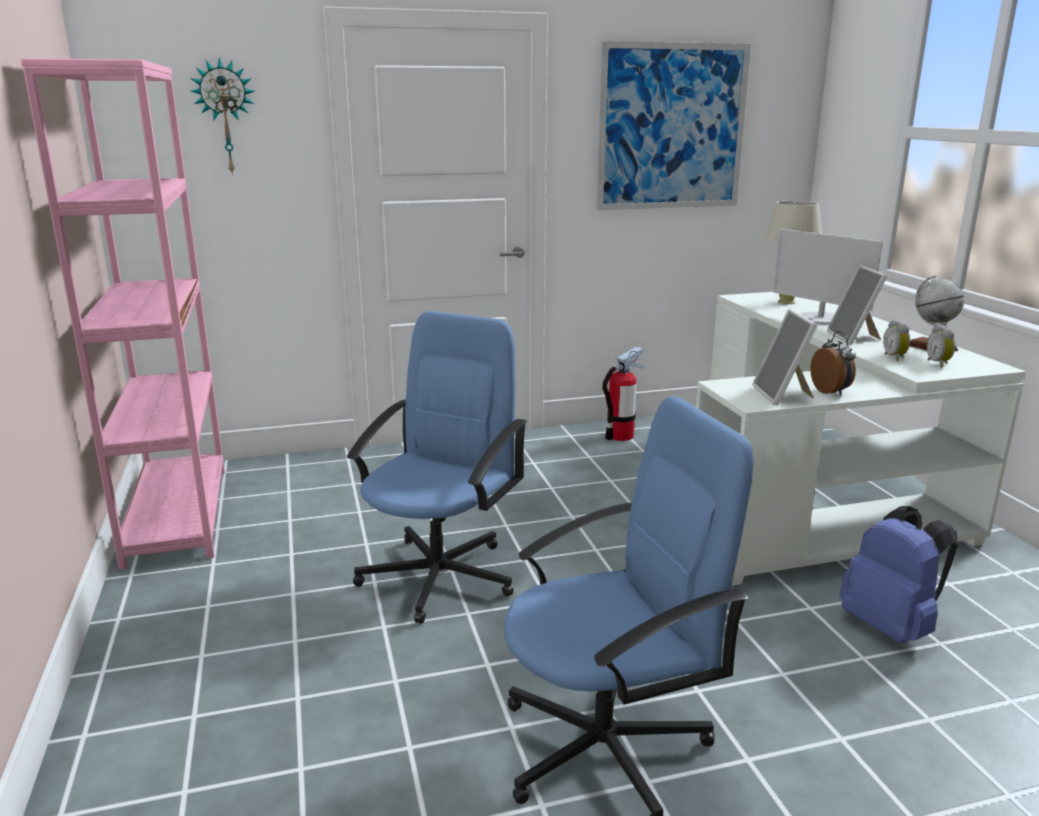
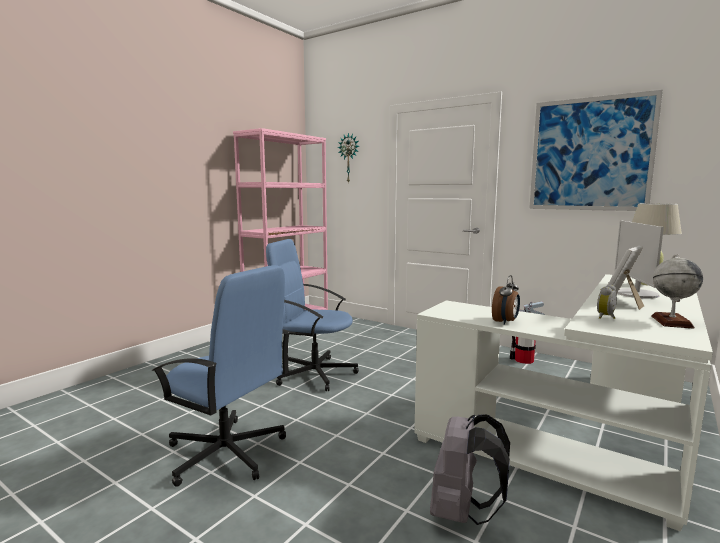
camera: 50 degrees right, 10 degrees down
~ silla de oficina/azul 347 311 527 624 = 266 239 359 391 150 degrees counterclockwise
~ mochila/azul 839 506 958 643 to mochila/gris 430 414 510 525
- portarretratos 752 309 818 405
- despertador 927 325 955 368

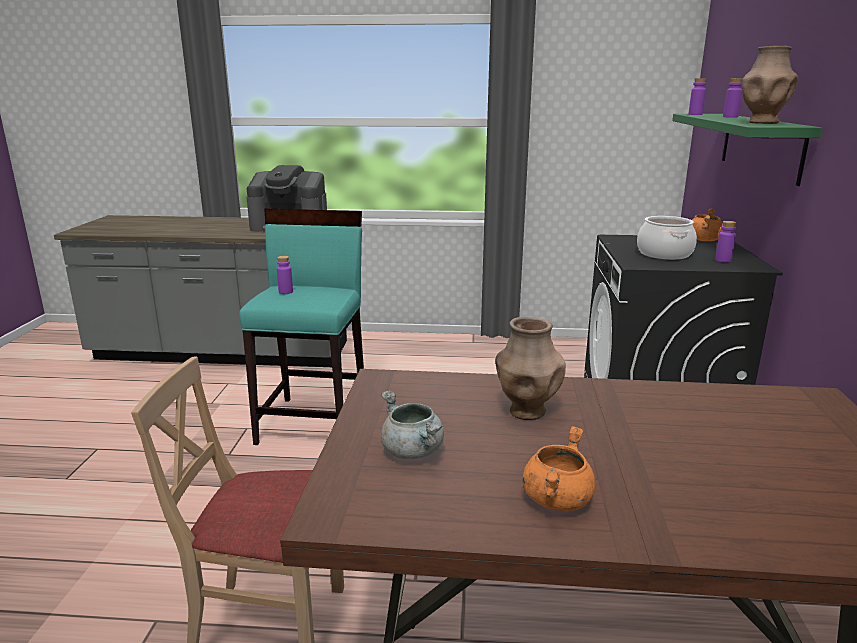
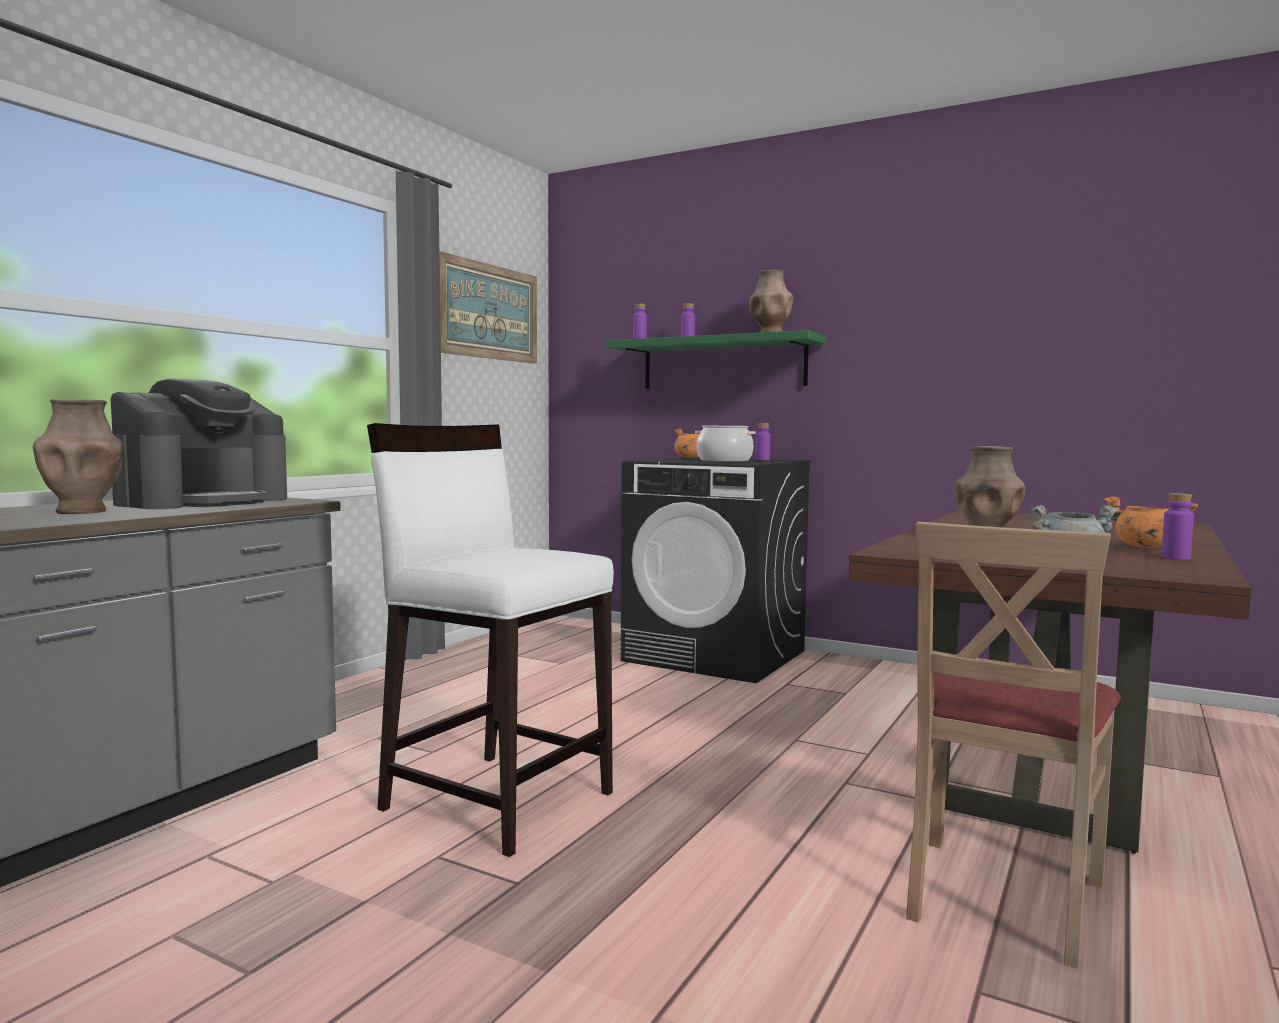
camera: 65 degrees left, 15 degrees down
+ florero/marrón 33 399 124 514
~ taburete/turquesa 239 208 364 445 to taburete/blanco 367 423 614 857
+ cuadro 439 251 537 364
~ botella/morado 277 256 293 294 to 1161 493 1194 560

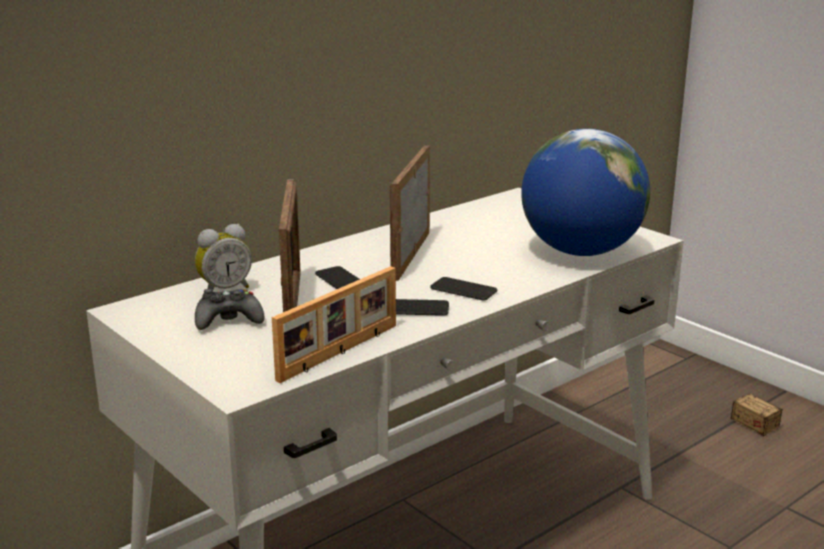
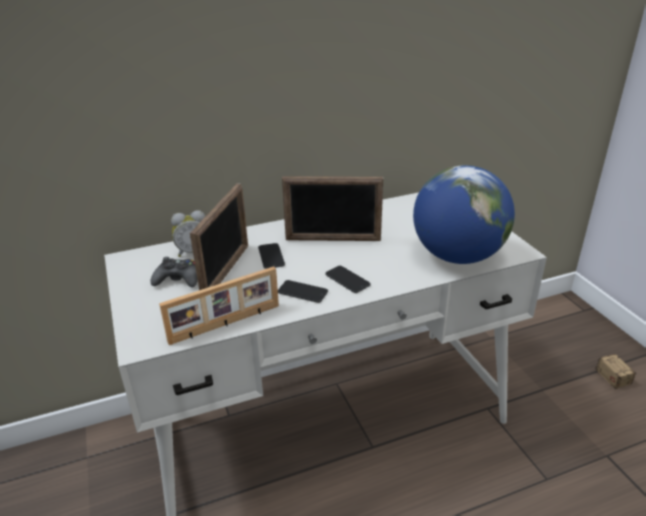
camera: 20 degrees right, 10 degrees up
~ portarretratos 390 145 430 281 = 282 176 383 241 120 degrees counterclockwise

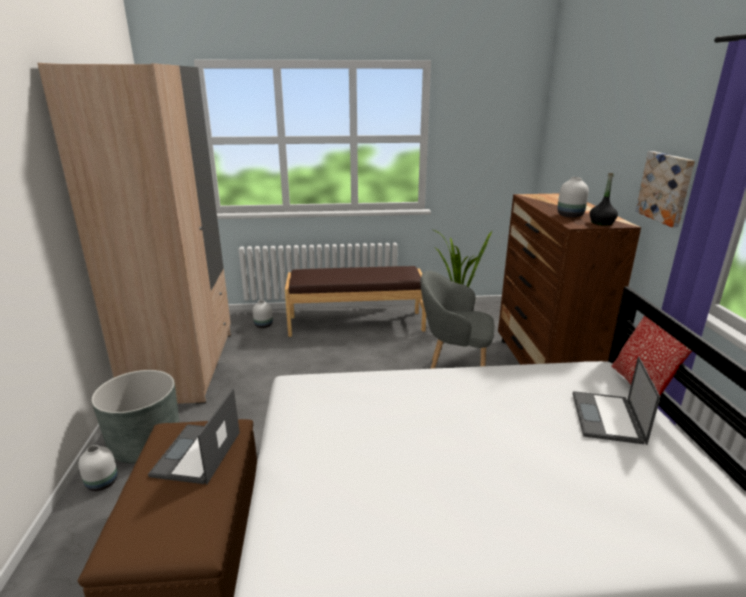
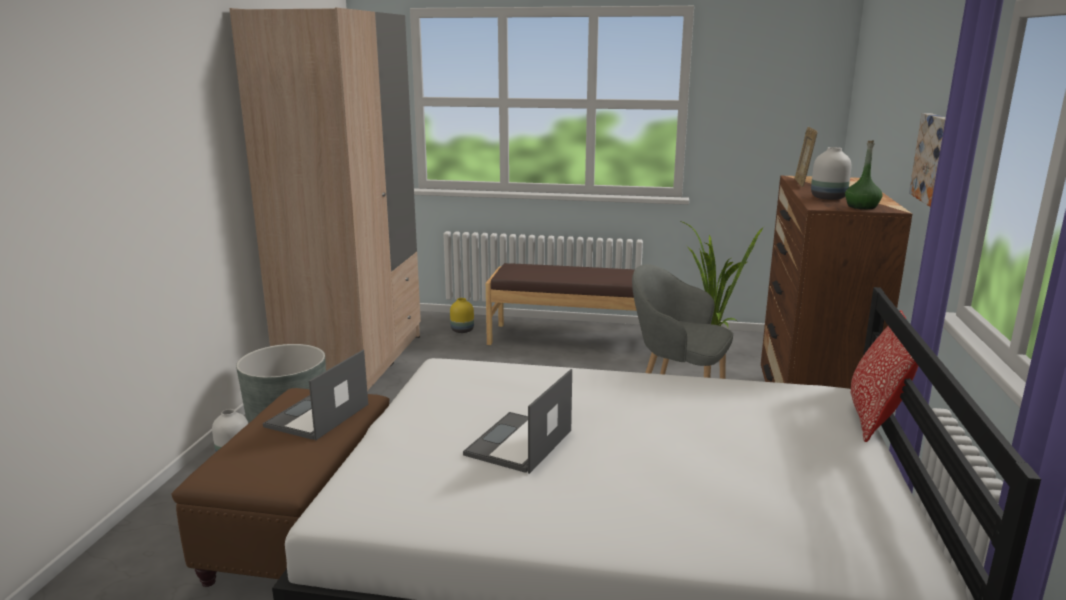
camera: 15 degrees right, 5 degrees down
~ florero/blanco 253 300 273 328 to florero/amarillo 450 298 474 333
~ portátil 573 356 660 445 to 463 369 572 474
+ portarretratos 795 127 818 187
~ botella/negro 590 173 618 226 to botella/verde 845 141 882 209

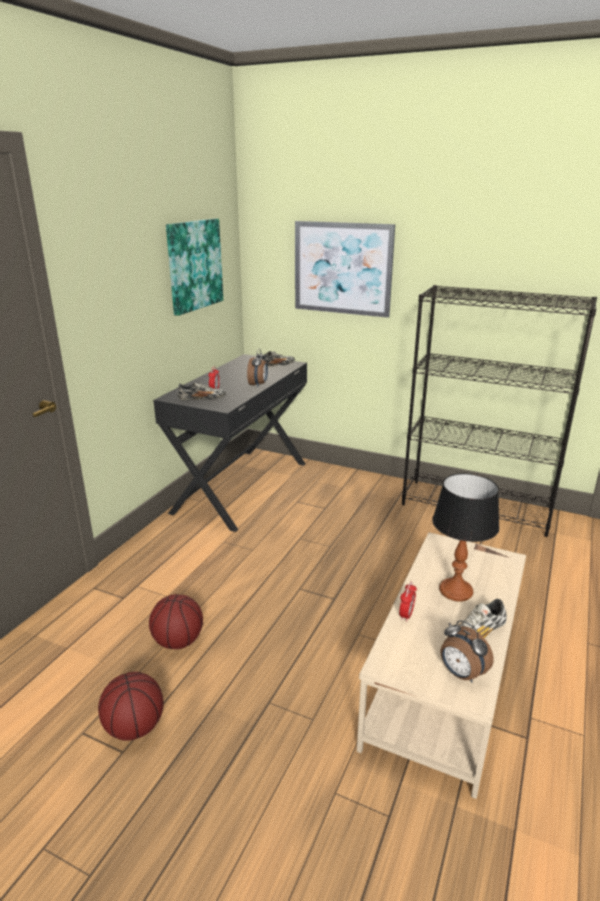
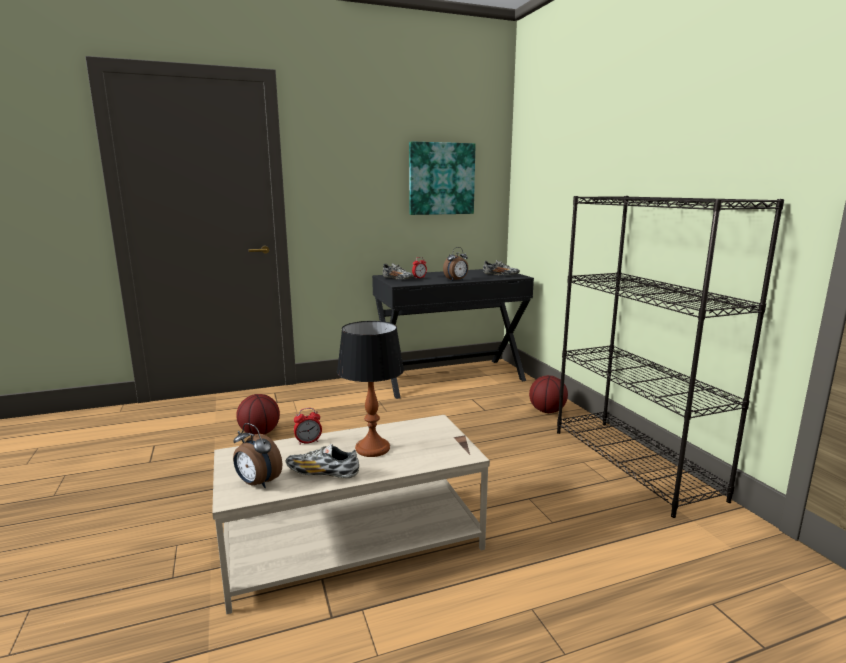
camera: 45 degrees right, 10 degrees down
~ despertador 441 620 494 683 = 233 423 282 488 60 degrees counterclockwise
~ balón de baloncesto 98 672 164 741 to 529 375 568 413
- cuadro 295 221 395 318

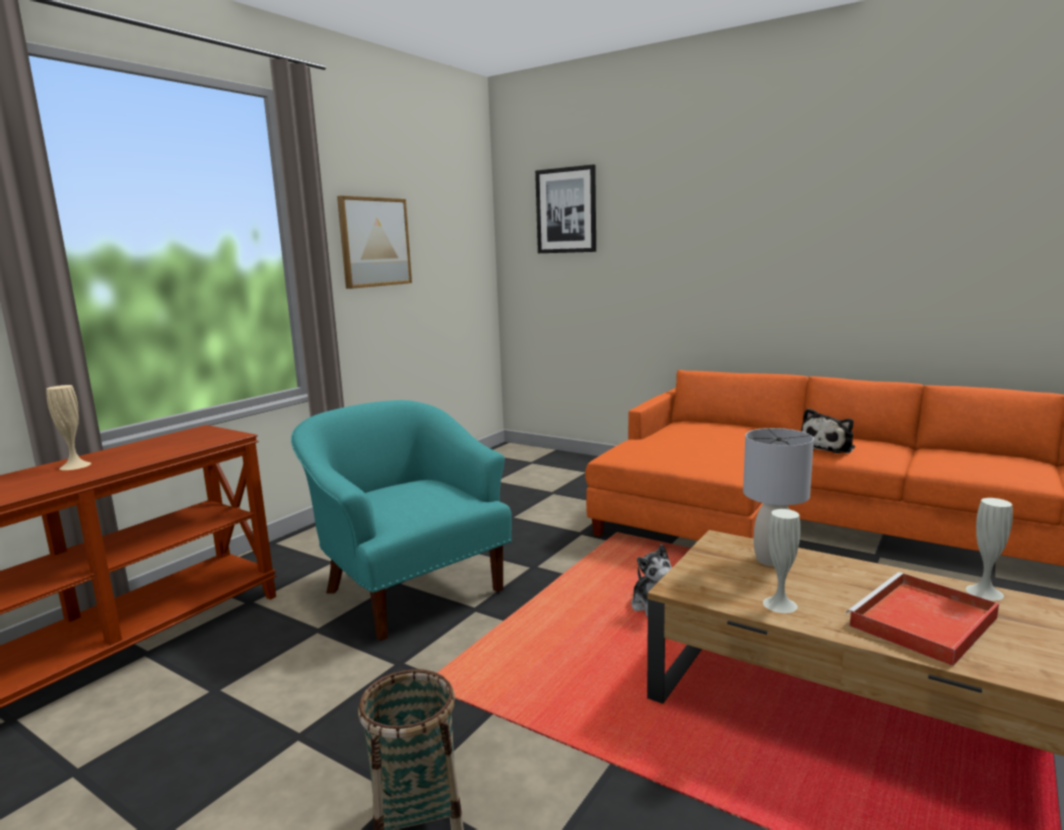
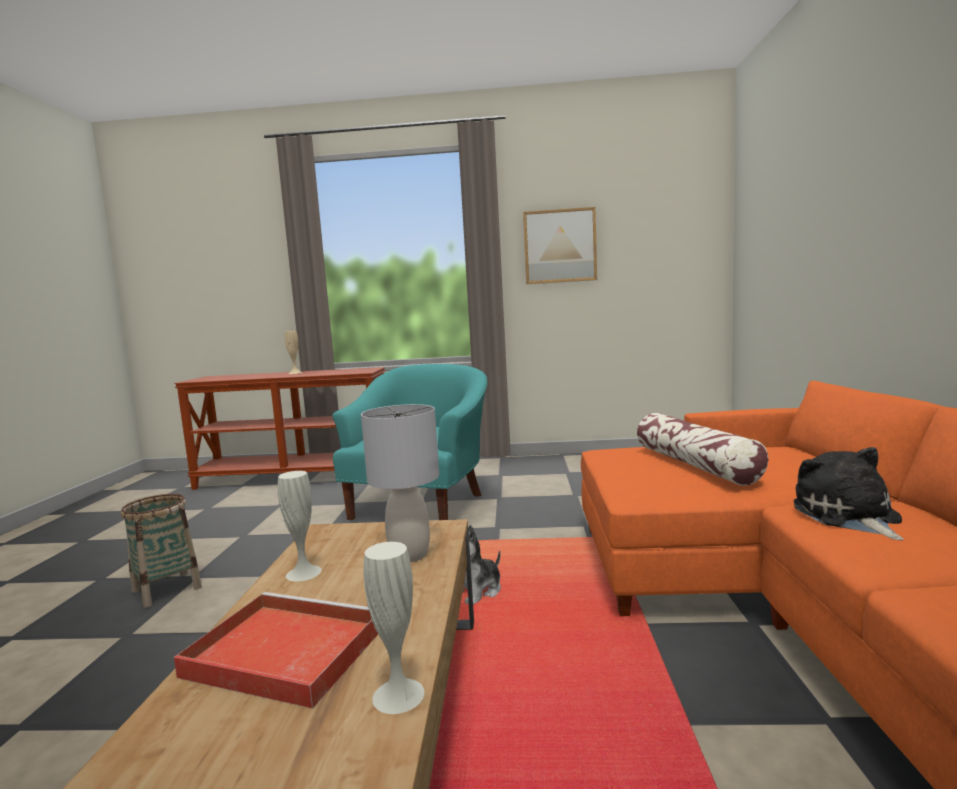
camera: 60 degrees right, 5 degrees down
+ cojín 637 413 768 486
~ peluche 801 408 855 453 = 794 447 904 540 75 degrees clockwise
- cuadro 535 164 596 253

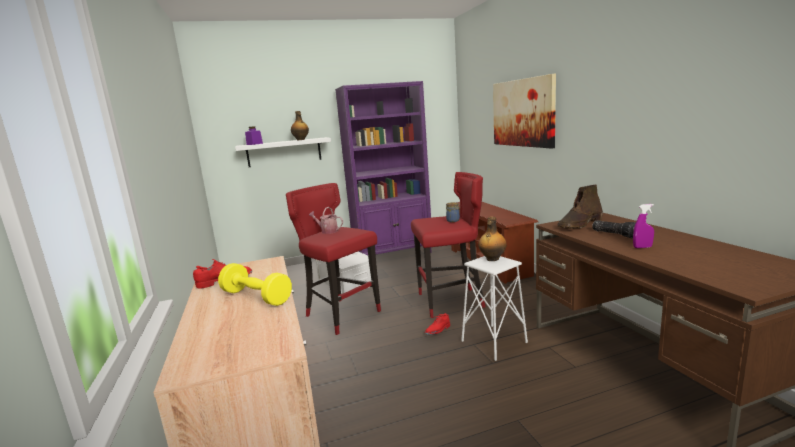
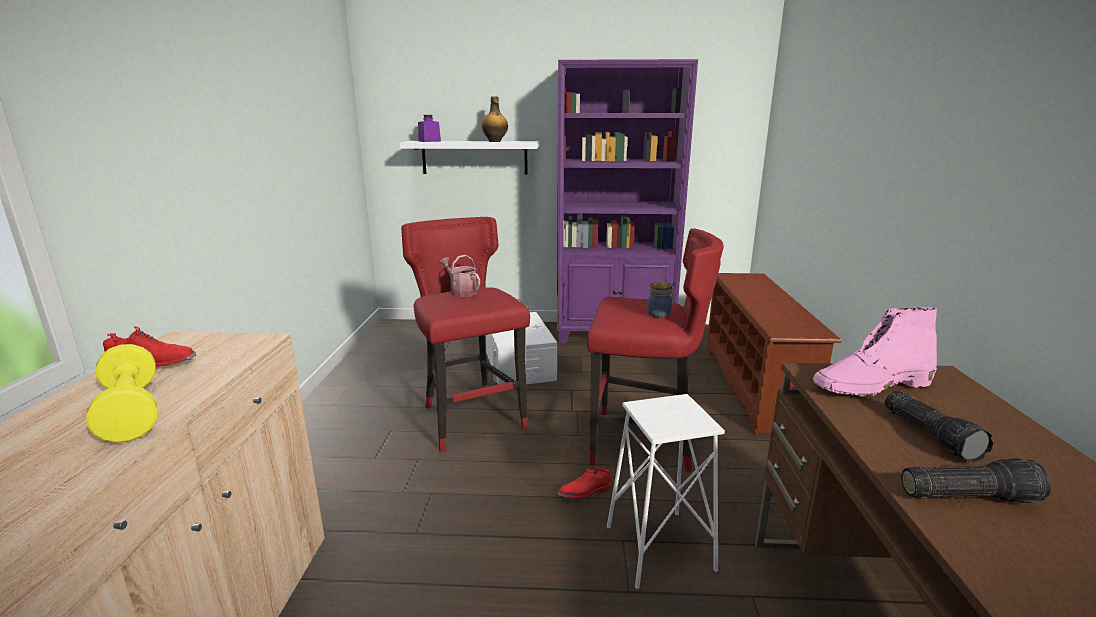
camera: 20 degrees right, 5 degrees up
~ bota/marrón 558 185 603 229 to bota/rosa 813 307 937 397
~ pulverizador/morado 633 204 654 248 to linterna 901 458 1052 503
- botella 479 217 507 261
- cuadro 493 74 556 149

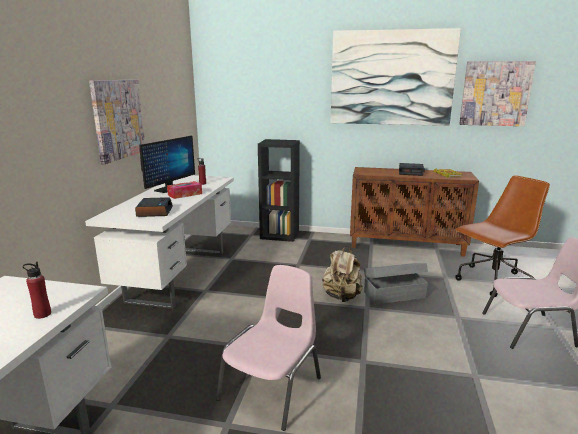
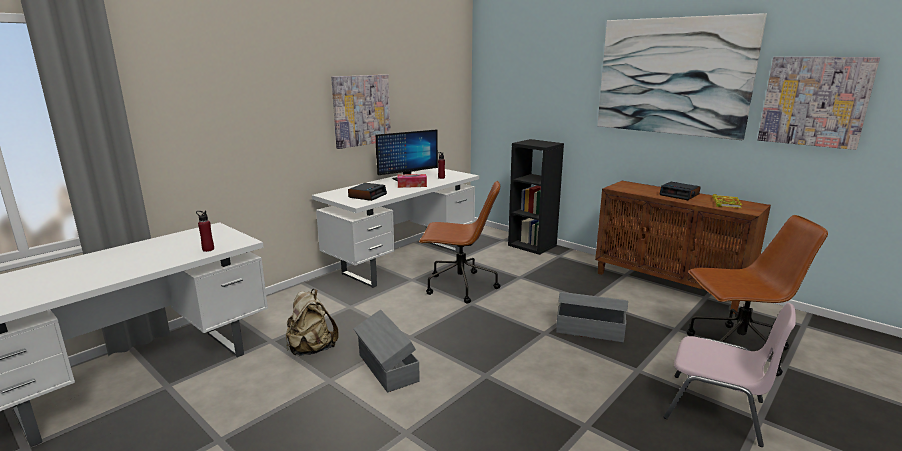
camera: 30 degrees right, 0 degrees up
~ mochila/beis 322 246 363 302 to 286 289 339 356
~ silla/rosa 216 265 321 431 to caja de almacenaje/gris 354 309 420 392
+ silla de oficina/marrón 419 181 500 303

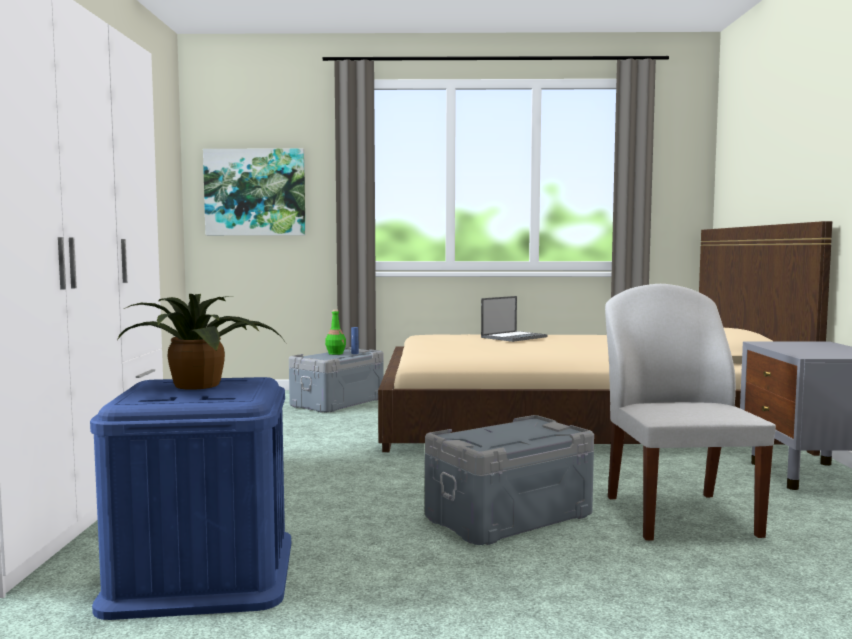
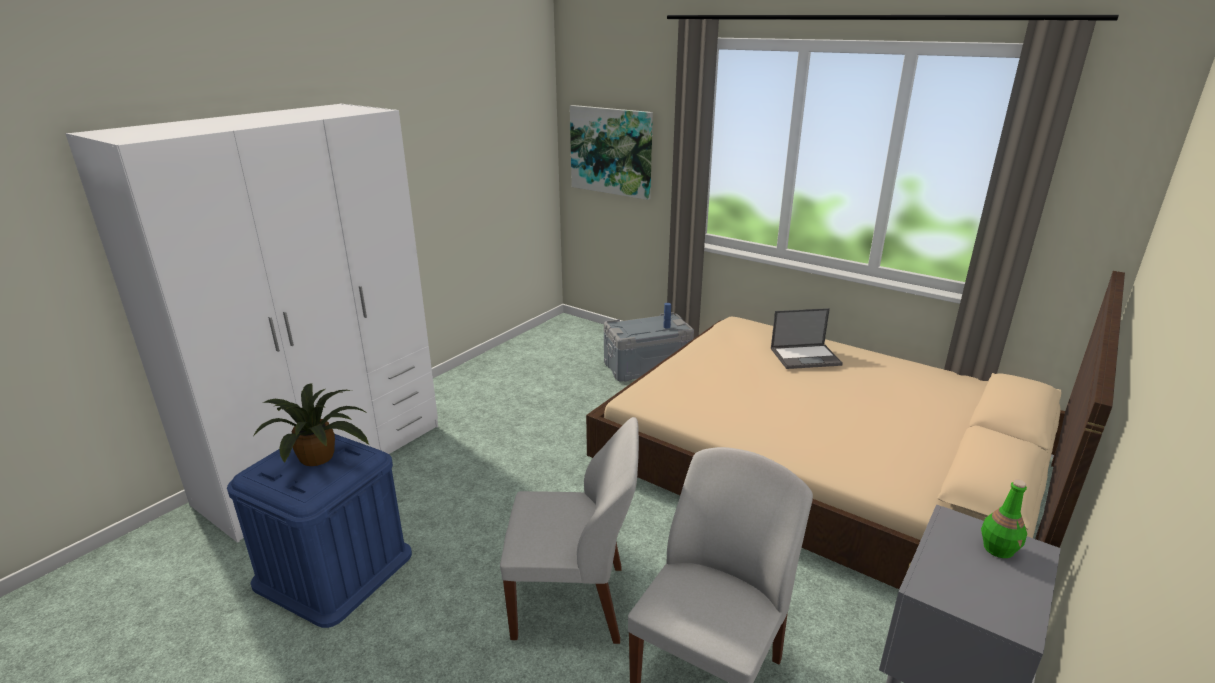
camera: 35 degrees right, 20 degrees up
~ caja de almacenaje/gris 425 415 594 545 to silla/blanco 500 417 639 644
~ botella/verde 325 310 346 355 to 981 479 1027 558

